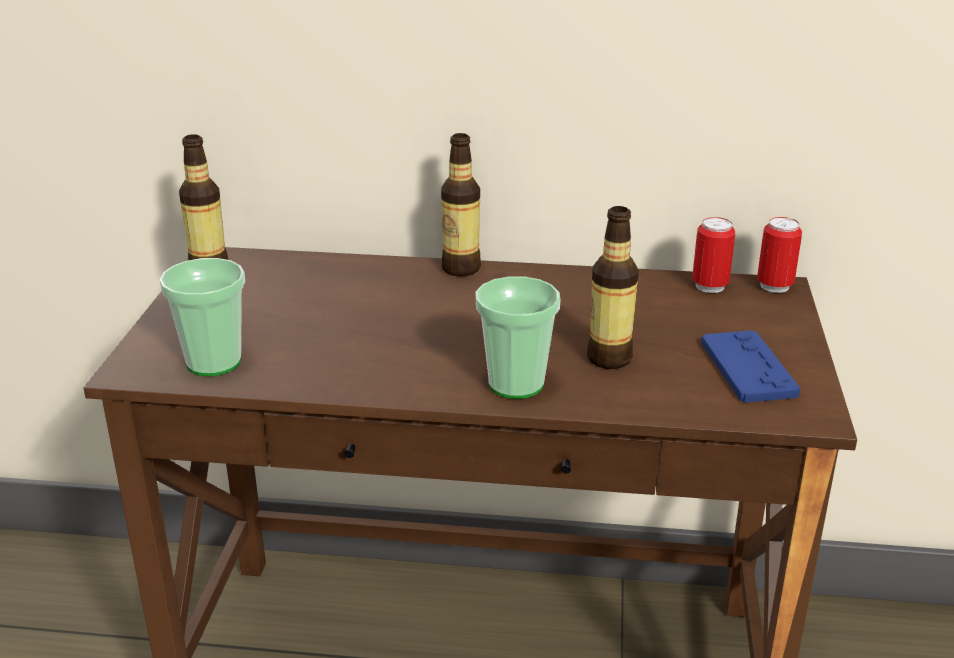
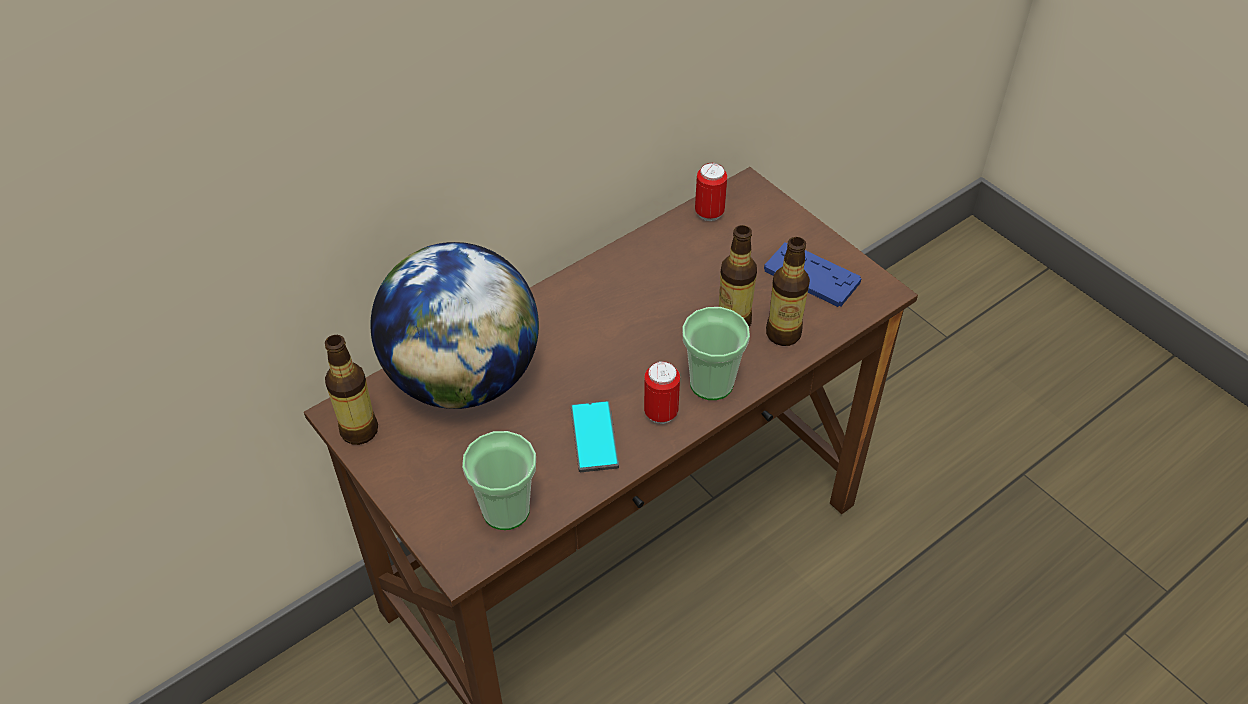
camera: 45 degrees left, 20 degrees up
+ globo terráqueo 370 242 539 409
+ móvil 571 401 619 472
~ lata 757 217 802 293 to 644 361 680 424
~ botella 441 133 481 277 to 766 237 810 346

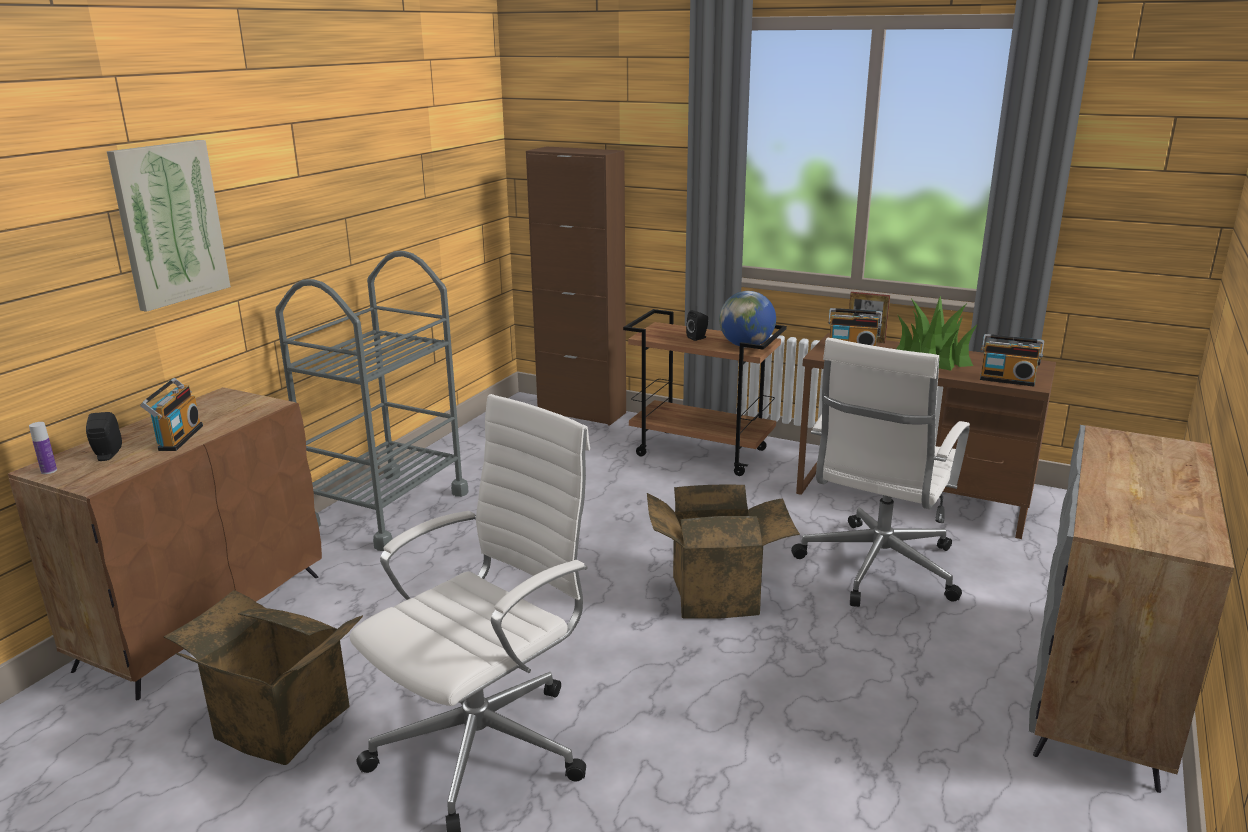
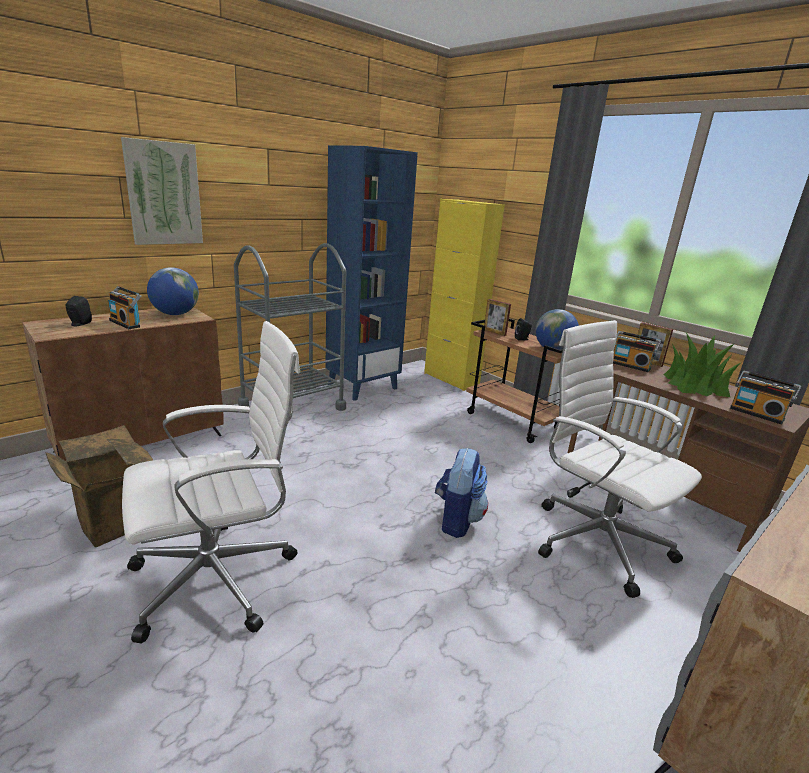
camera: 20 degrees right, 0 degrees up
~ radio 140 378 203 451 = 108 286 141 329 105 degrees clockwise
+ globo terráqueo 147 267 199 315
+ estantería/azul 325 145 418 401
~ armario/marrón 526 146 626 426 to armario/amarillo 424 199 505 391
~ caja de cartón 647 484 800 619 to mochila 435 448 488 538
+ portarretratos 484 299 511 336
~ silla de oficina/blanco 791 338 970 607 = 538 320 702 598 90 degrees clockwise
- botella 29 422 57 474

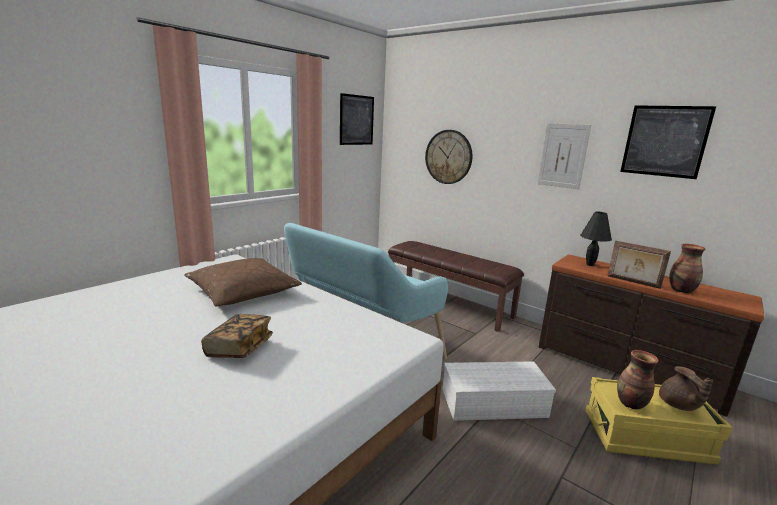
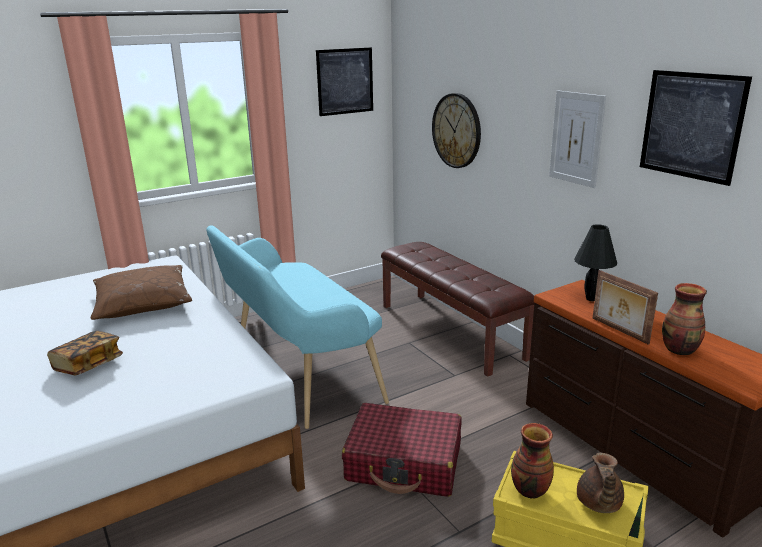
camera: 20 degrees right, 5 degrees up
~ caja de almacenaje/blanco 442 361 556 421 to maleta/rojo 342 403 462 497

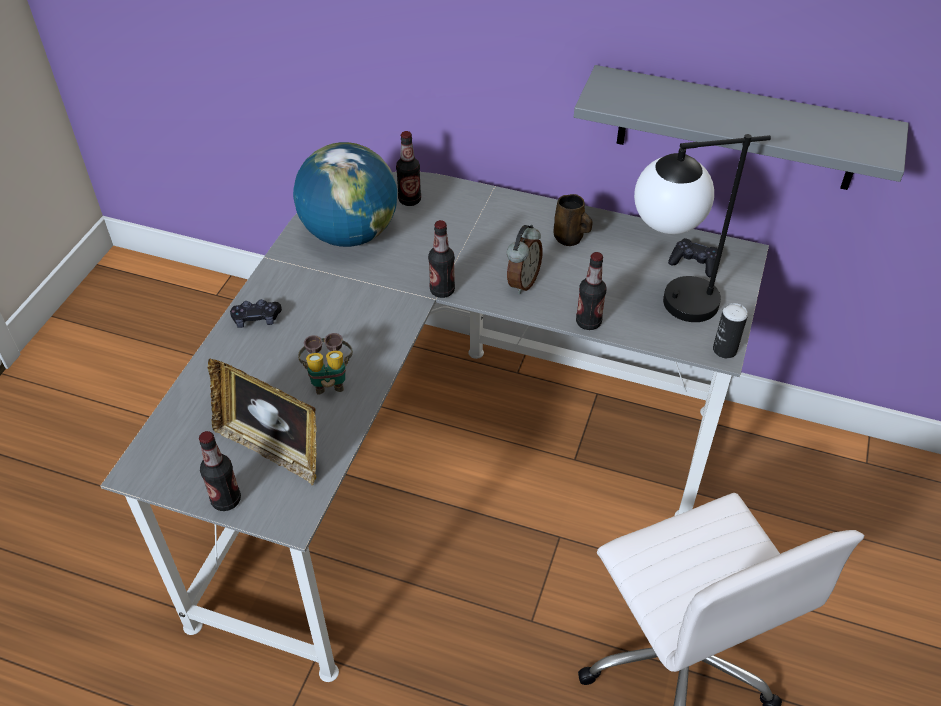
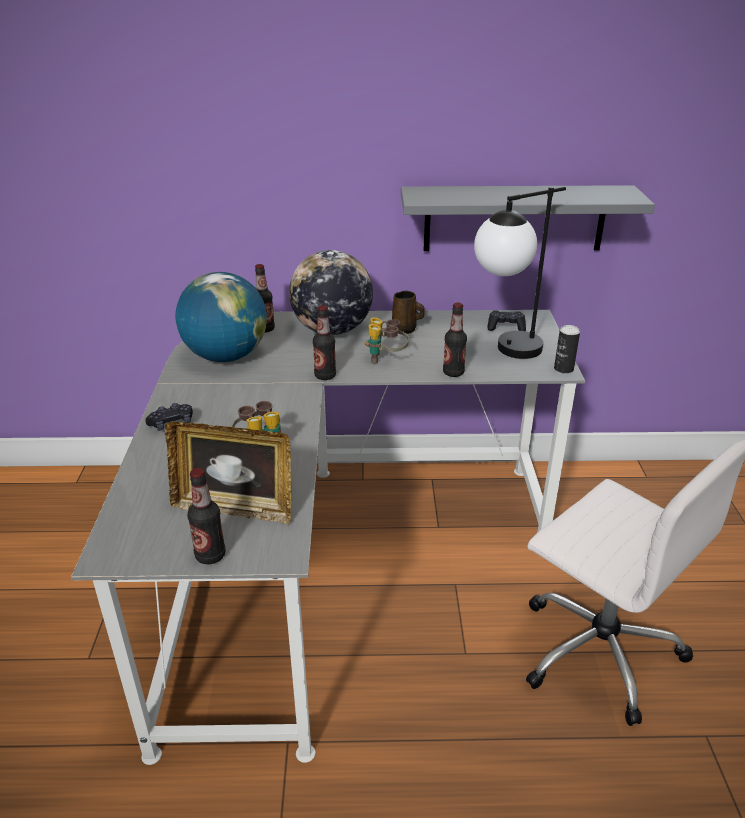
camera: 20 degrees left, 15 degrees down
+ globo terráqueo 289 250 373 335
~ despertador 507 225 543 294 to prismáticos 365 318 409 364

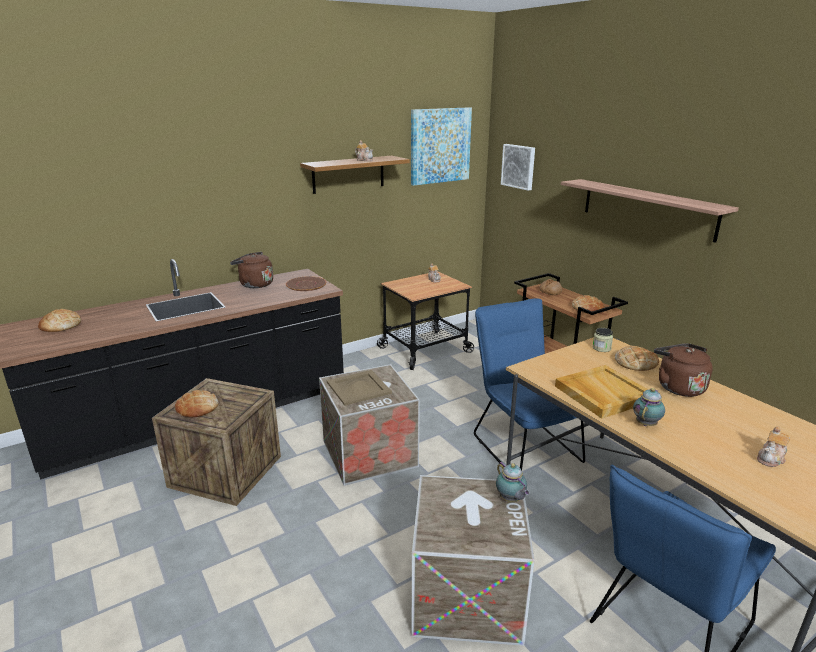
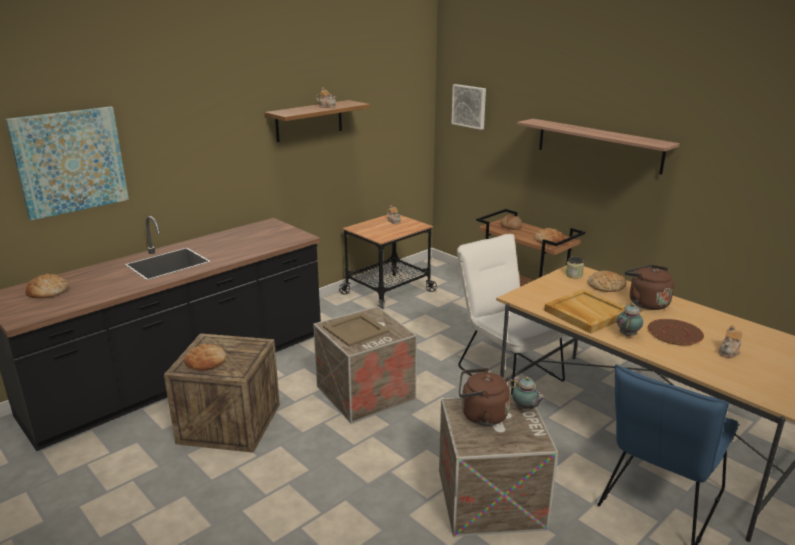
camera: 10 degrees left, 0 degrees up
~ cuadro 411 107 472 186 to 5 107 129 220
~ silla/azul 474 298 585 470 to silla/blanco 457 234 565 395
~ hervidor/marrón 230 252 273 288 to 459 368 510 426
~ plato/marrón 286 276 327 291 to 648 319 704 345

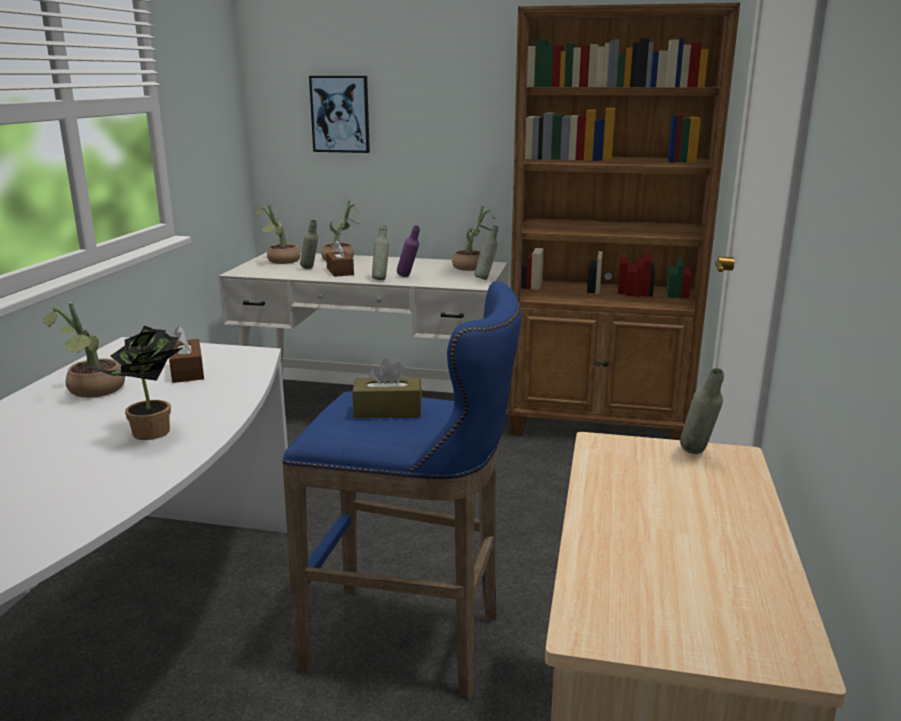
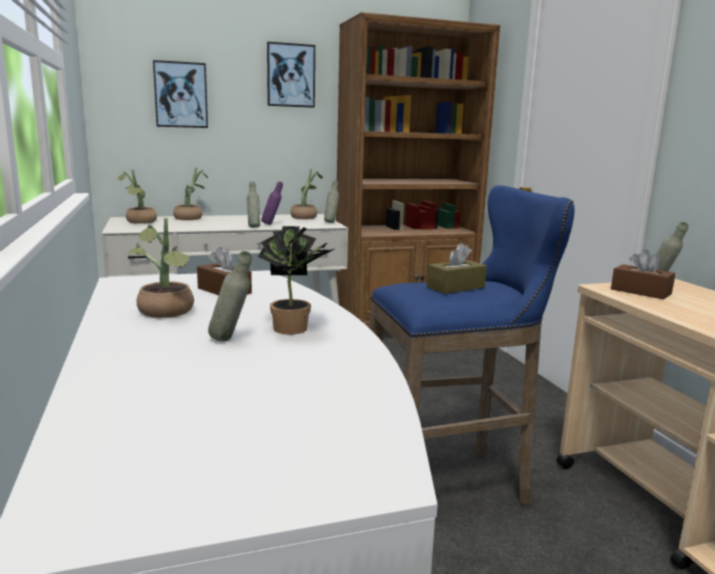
camera: 30 degrees left, 5 degrees down
~ botella/gris 300 220 318 269 to 208 251 252 342
+ cuadro 267 42 315 108
~ caja de pañuelos/marrón 326 240 354 277 to 611 249 675 299

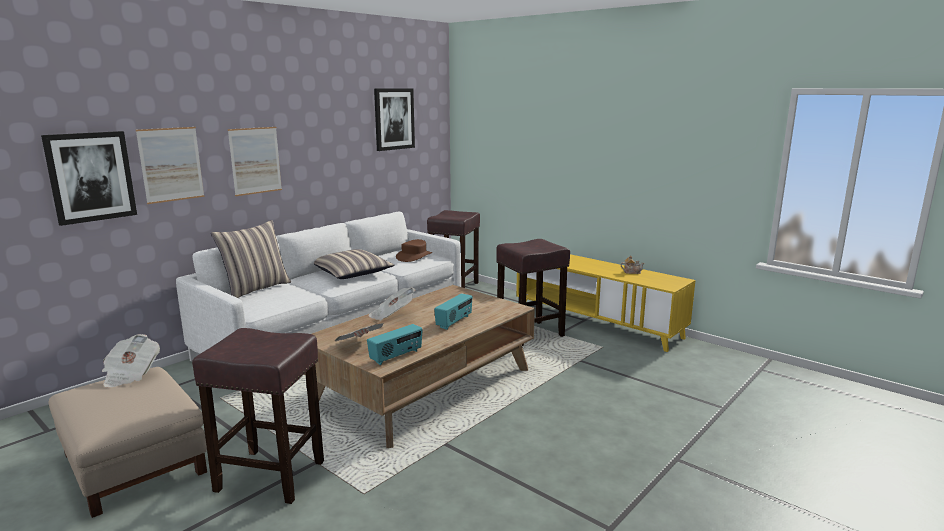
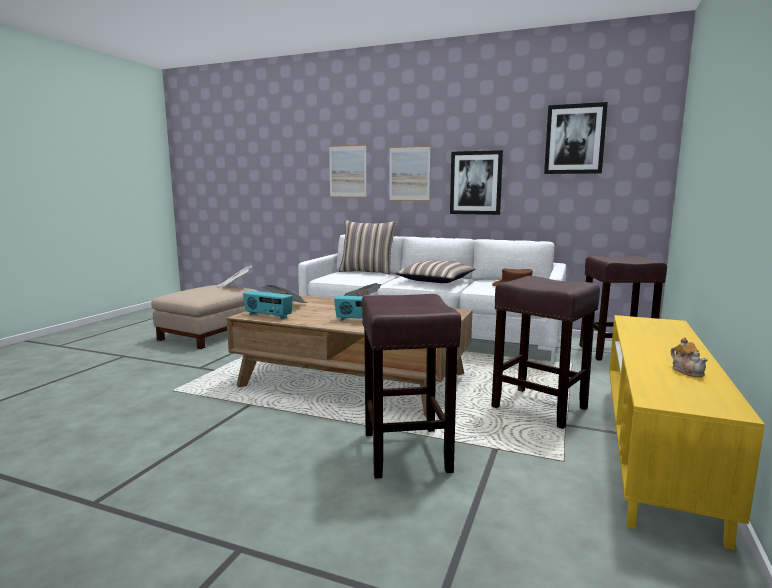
camera: 70 degrees right, 5 degrees down
~ taburete/marrón 192 328 324 504 to 362 294 461 479
~ cuadro 41 131 137 226 to 450 150 503 215

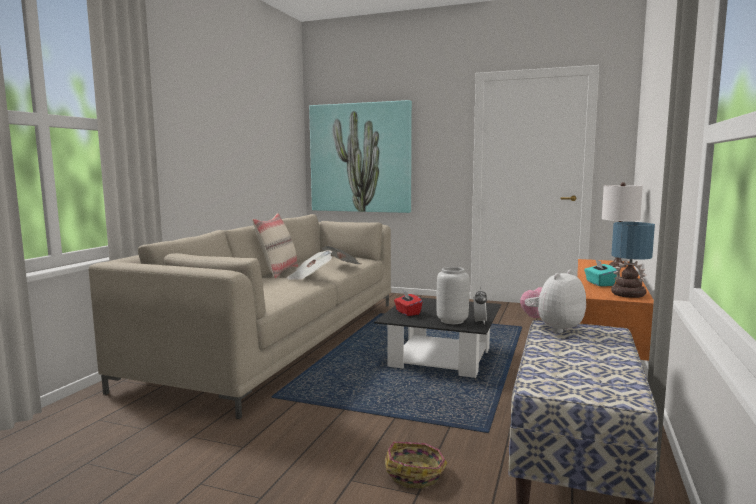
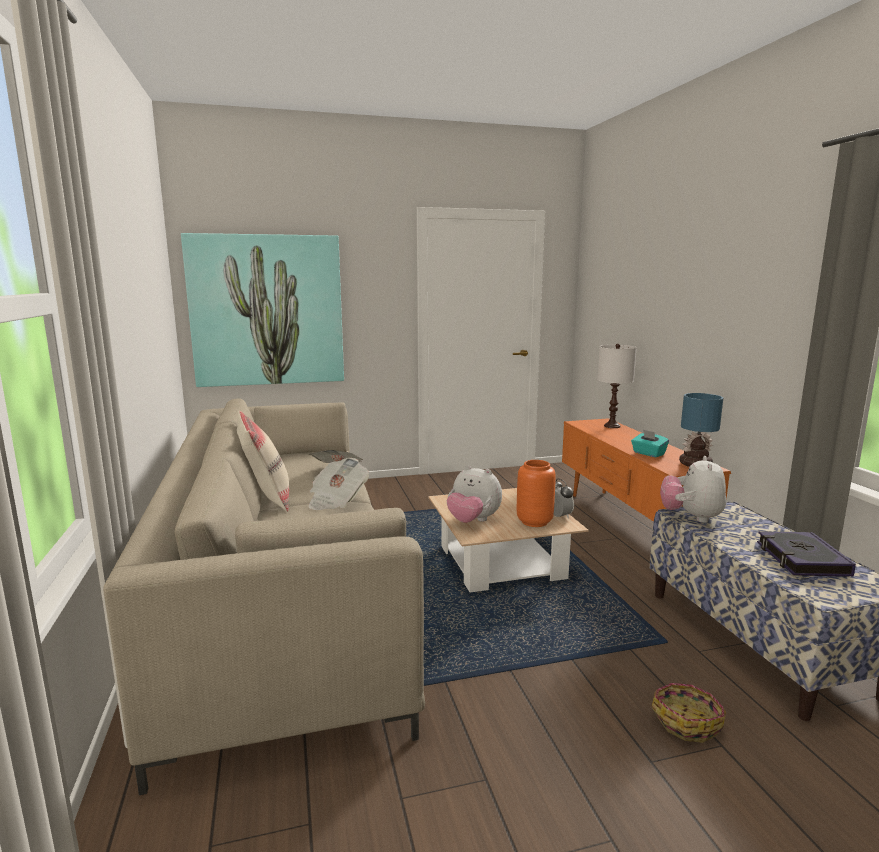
camera: 35 degrees left, 5 degrees up
~ mesa de centro/negro 374 297 501 378 to mesa de centro/beis 428 488 588 593
~ caja de pañuelos/rojo 394 291 423 316 to peluche 447 465 502 523
~ florero/gris 437 267 469 324 to florero/naranja 517 460 556 527
+ libro 757 531 856 577

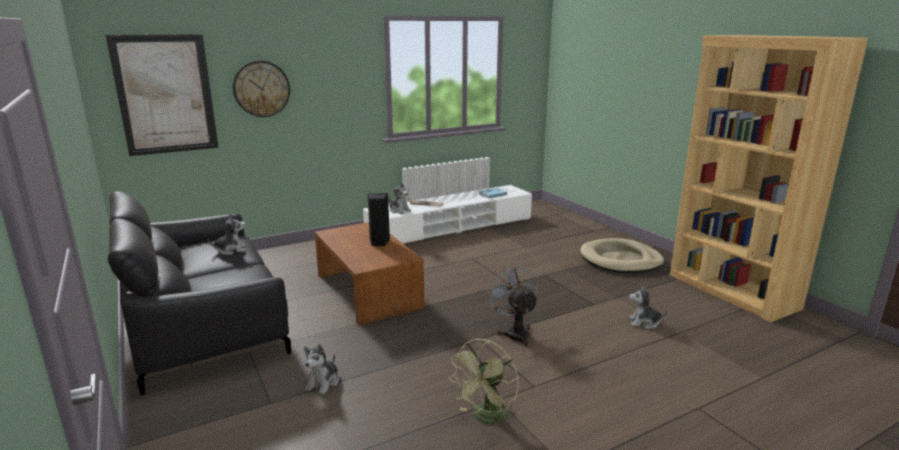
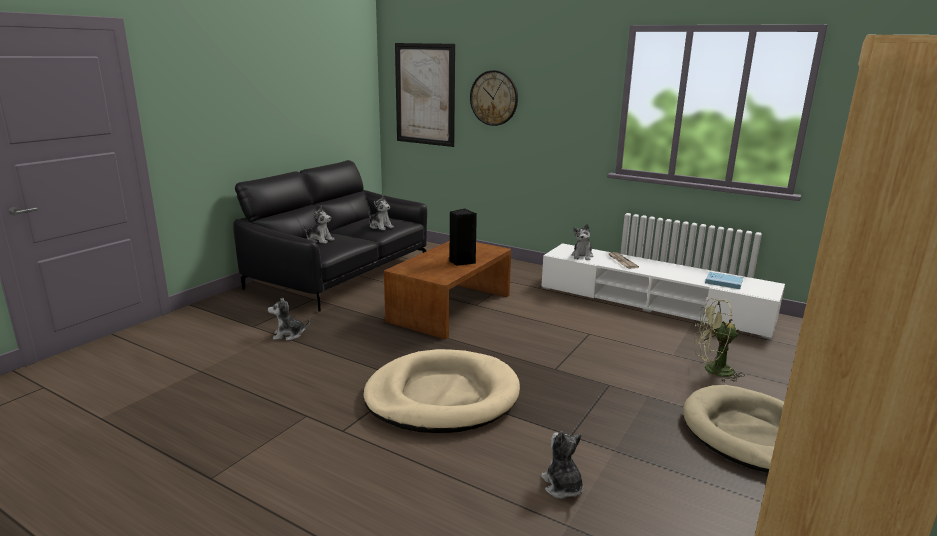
camera: 60 degrees right, 0 degrees up
+ peluche 303 205 334 244
~ ventilador/gris 486 265 538 347 to cama para perro/beis 363 349 520 433
~ ventilador/verde 448 339 519 426 to 693 298 745 382

